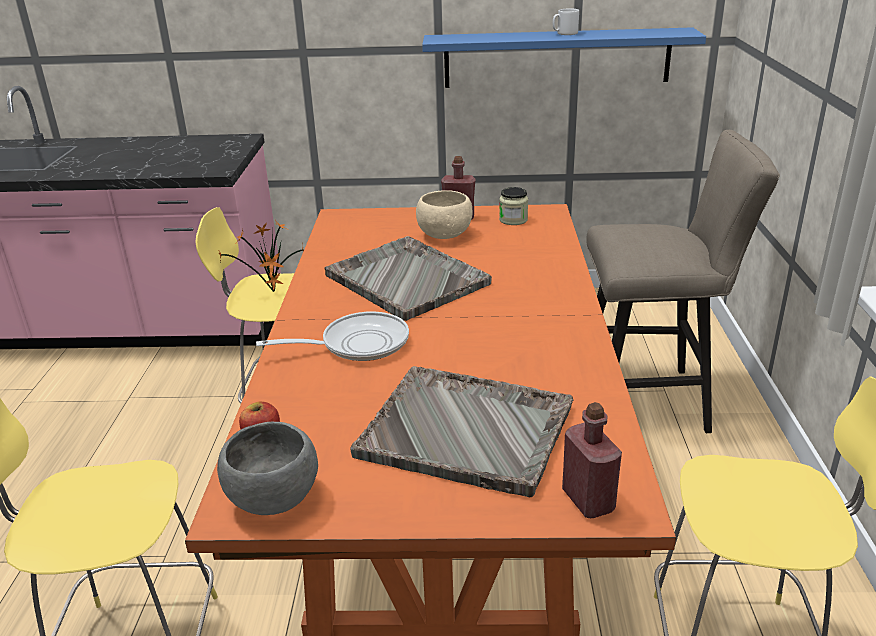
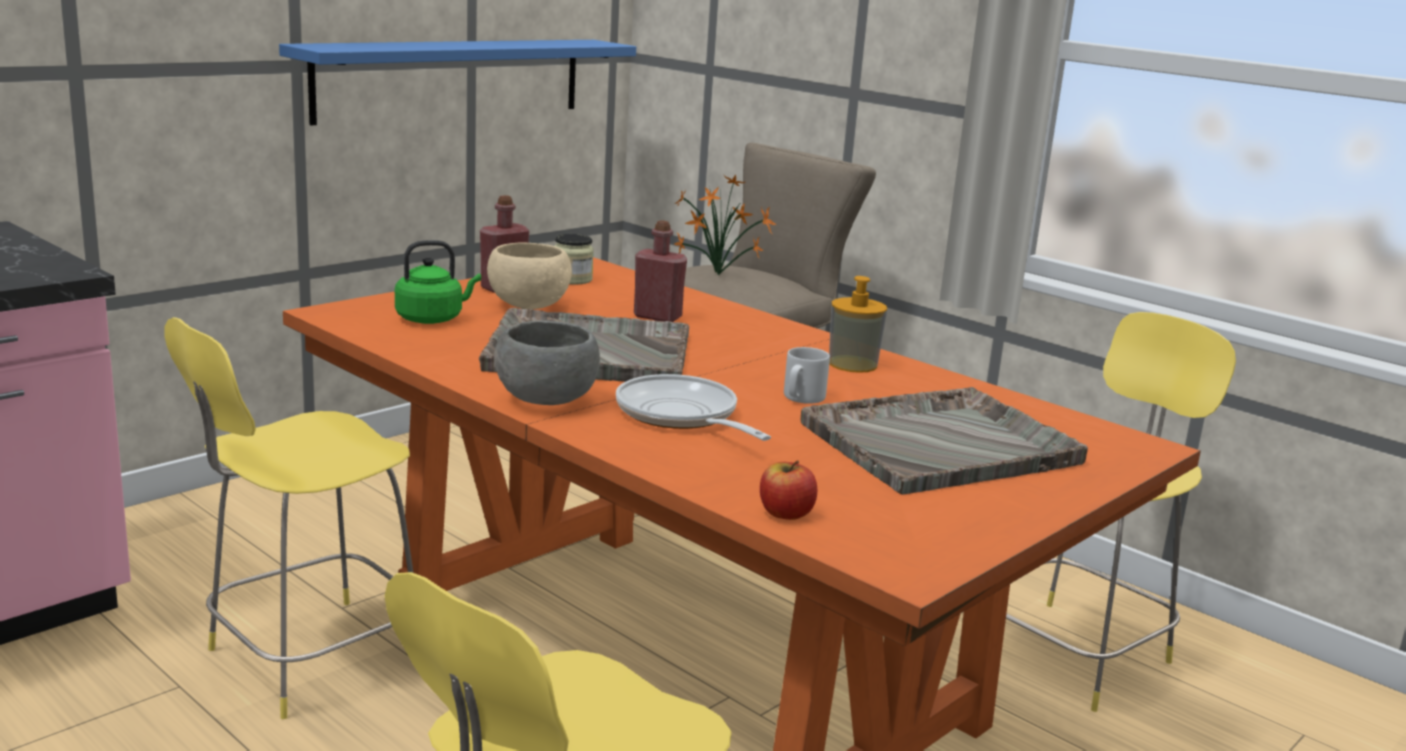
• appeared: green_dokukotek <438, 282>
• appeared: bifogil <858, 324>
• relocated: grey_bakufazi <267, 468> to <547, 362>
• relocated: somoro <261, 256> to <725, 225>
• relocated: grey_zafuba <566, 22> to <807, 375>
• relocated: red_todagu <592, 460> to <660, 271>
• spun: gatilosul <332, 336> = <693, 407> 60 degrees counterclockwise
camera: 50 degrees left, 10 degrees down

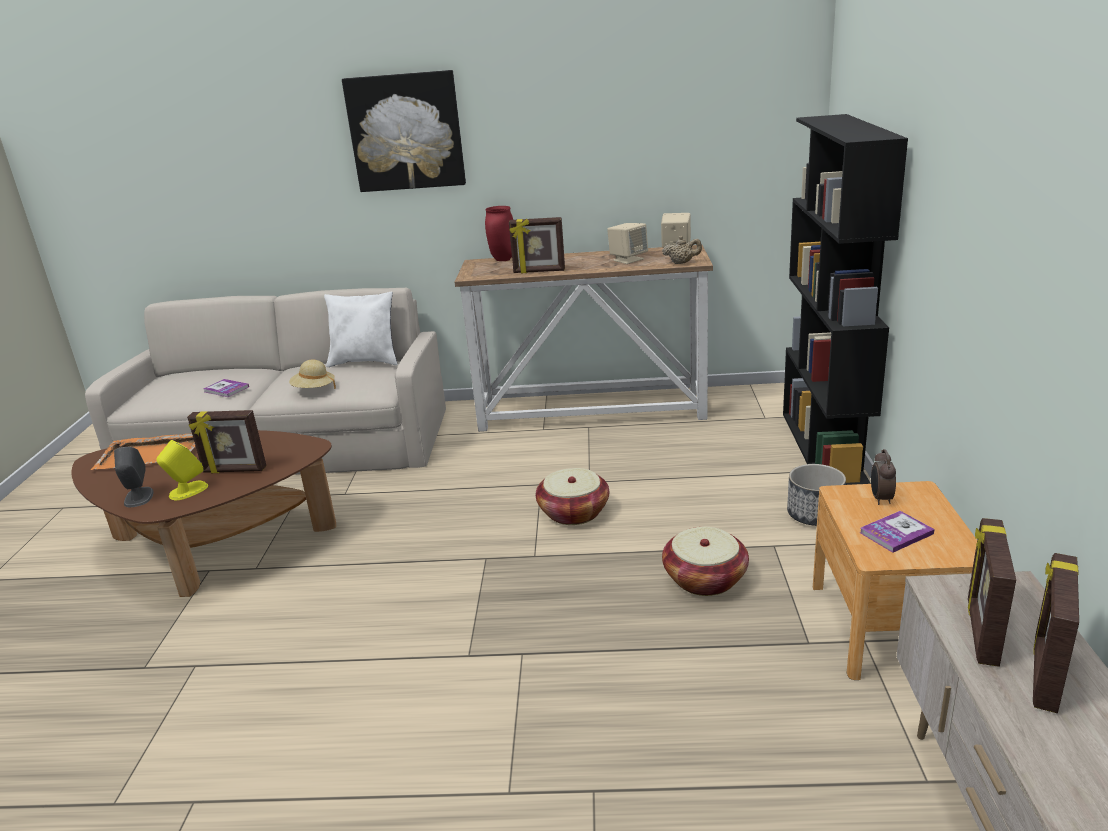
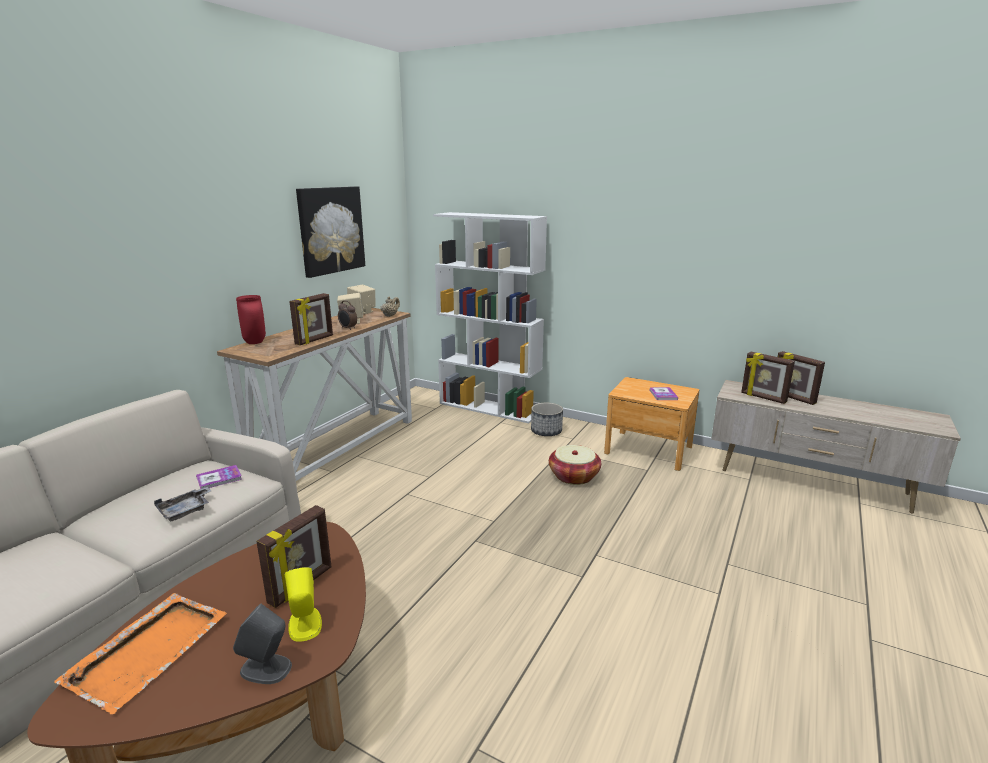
• missing: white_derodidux <361, 329>
• missing: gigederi <572, 496>
• relocated: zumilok <226, 388> to <219, 477>
• relocated: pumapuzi <404, 131> to <330, 232>
• relocated: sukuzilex <883, 477> to <347, 315>
• exchanged: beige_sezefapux <312, 374> to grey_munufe <182, 504>
• colour: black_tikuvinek <845, 299> to white_tikuvinek <490, 317>
camera: 65 degrees left, 5 degrees down

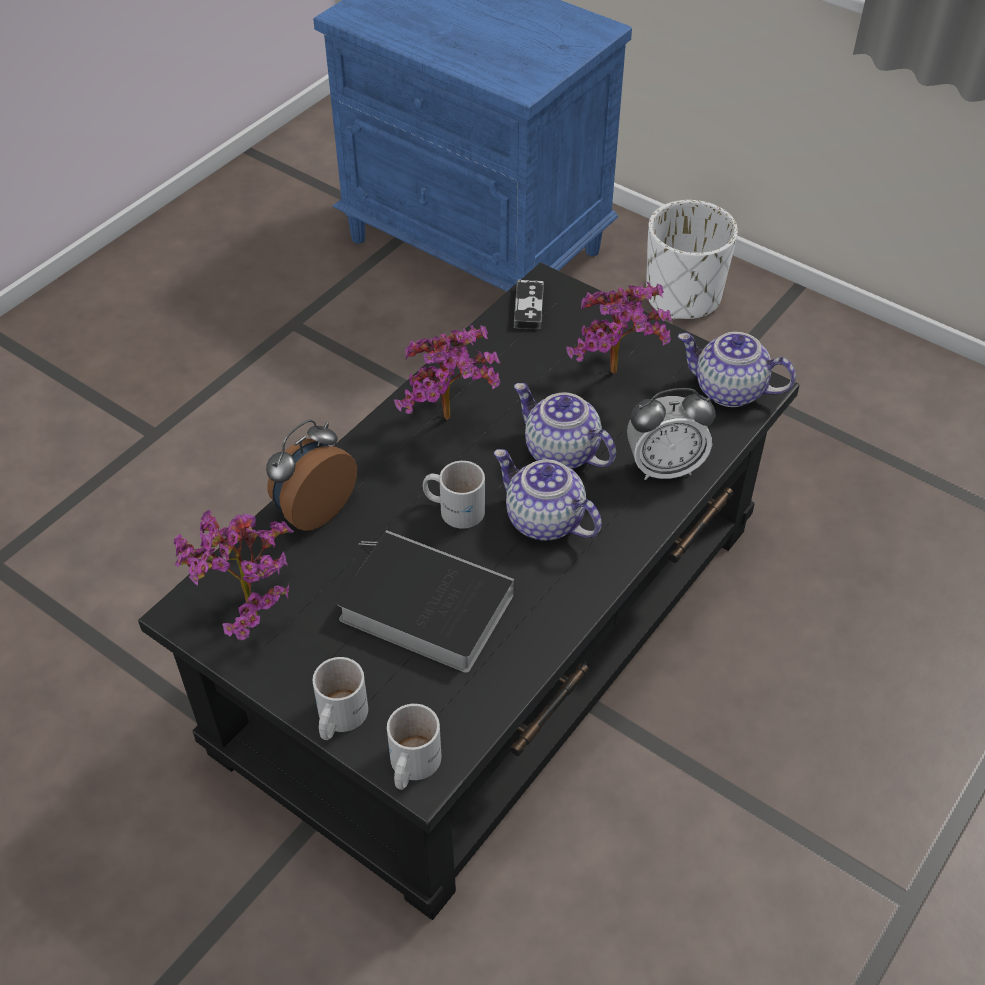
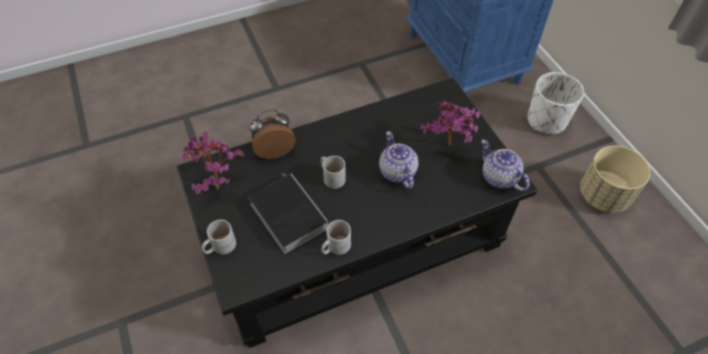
• missing: somoro <447, 372>
• missing: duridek <548, 495>
• missing: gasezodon <529, 304>
• missing: sukuzilex <671, 434>
• appeared: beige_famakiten <615, 179>
• relocated: white_zafuba <414, 747> to <336, 237>
camera: 30 degrees right, 5 degrees up

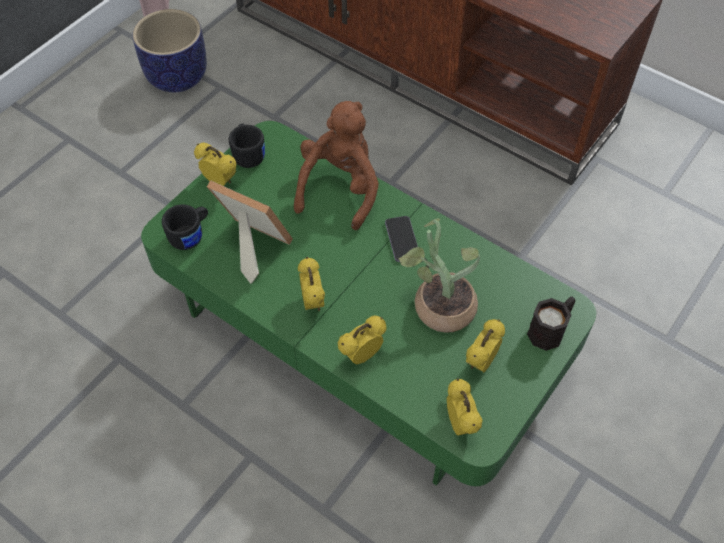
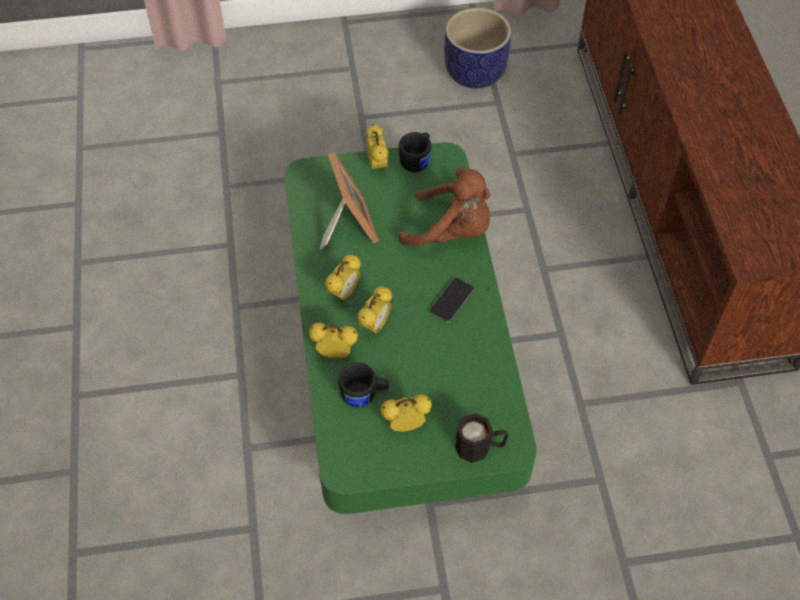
• missing: somoro <438, 275>
• relocated: black_zafuba <185, 227> to <363, 384>
• relocated: sukuzilex <465, 406> to <374, 310>
• spun: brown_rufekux <336, 165> = <445, 207> 45 degrees clockwise
camera: 45 degrees right, 0 degrees up

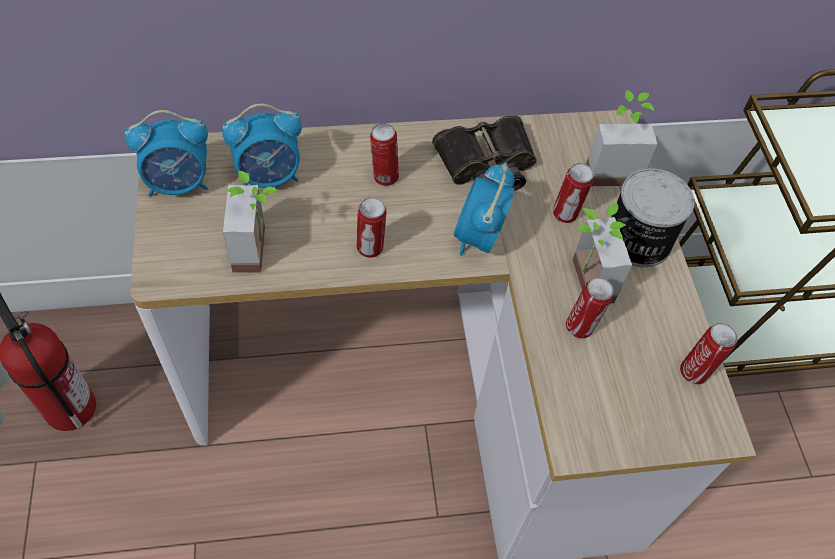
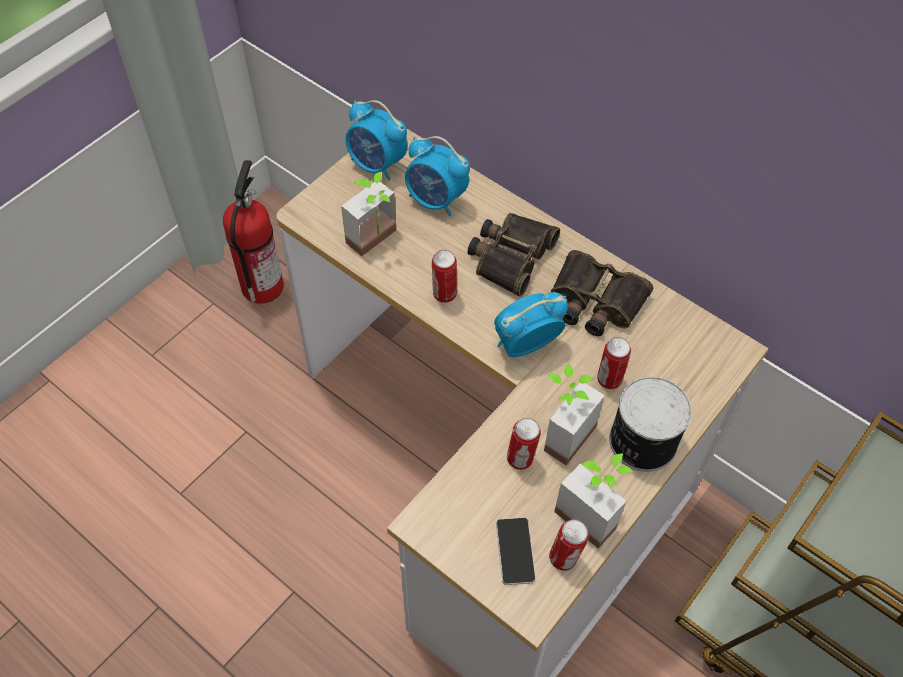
• appeared: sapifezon <516, 551>
• relocated: somoro <621, 138> to <594, 500>
• exchanged: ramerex <384, 154> to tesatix <514, 255>
camera: 50 degrees right, 0 degrees up

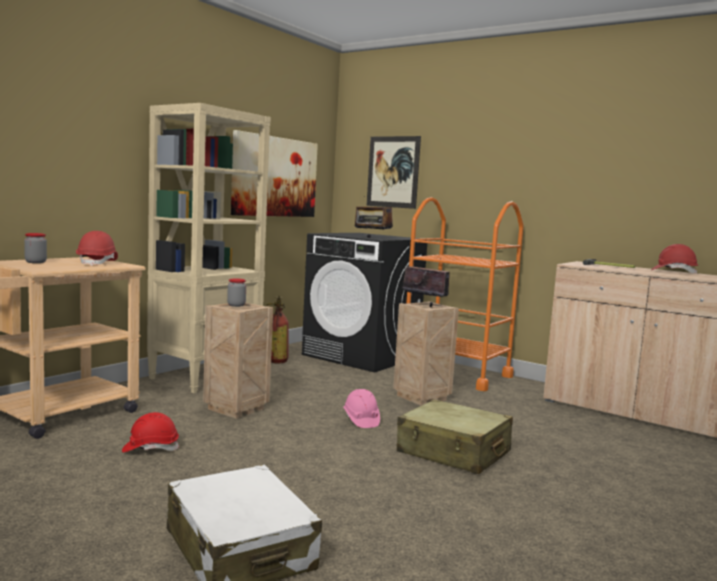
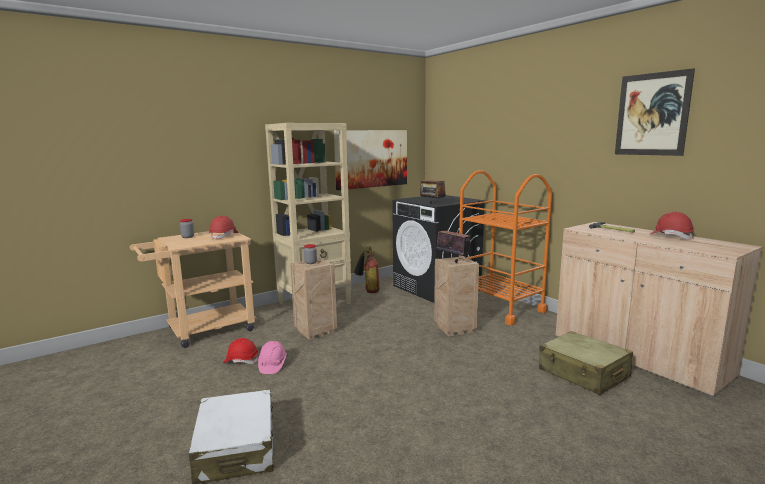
• relocated: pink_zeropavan <361, 408> to <272, 357>
• relocated: pumapuzi <394, 172> to <655, 112>
• relocated: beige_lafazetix <455, 436> to <586, 363>
camera: 20 degrees right, 5 degrees up

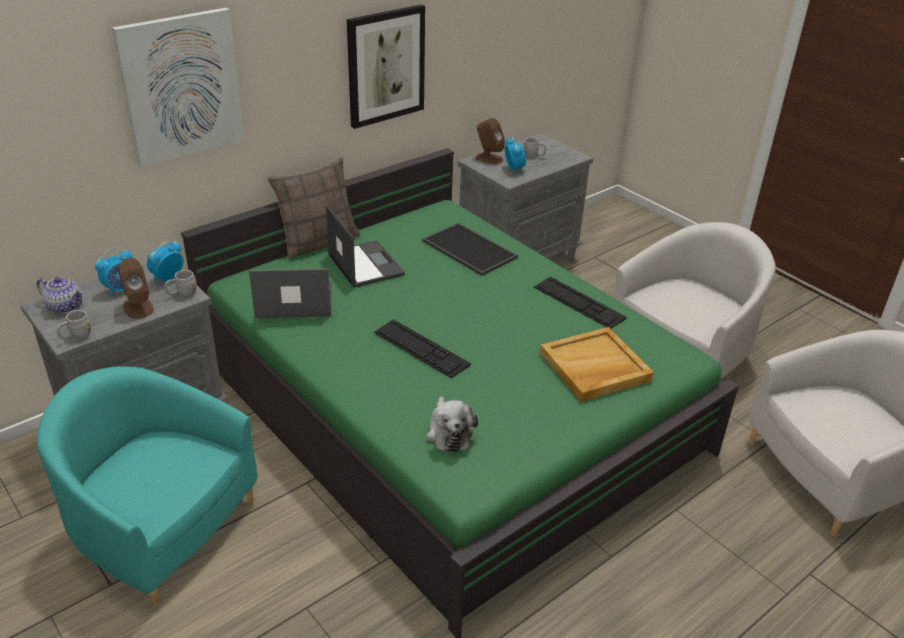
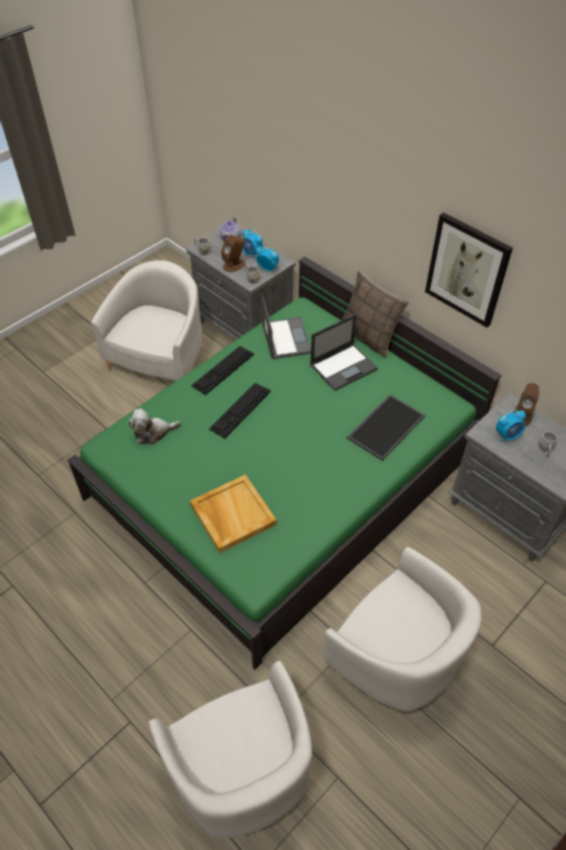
• missing: pumapuzi <178, 87>
• relocated: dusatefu <580, 303> to <222, 370>
• colour: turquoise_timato <147, 487> to white_timato <146, 320>
camera: 85 degrees right, 15 degrees up

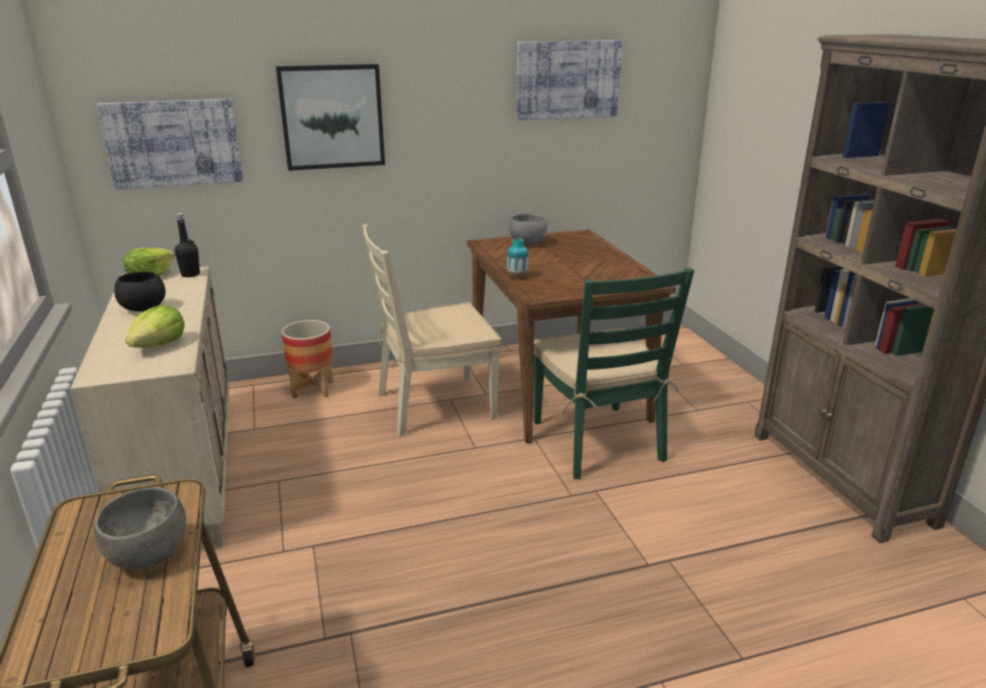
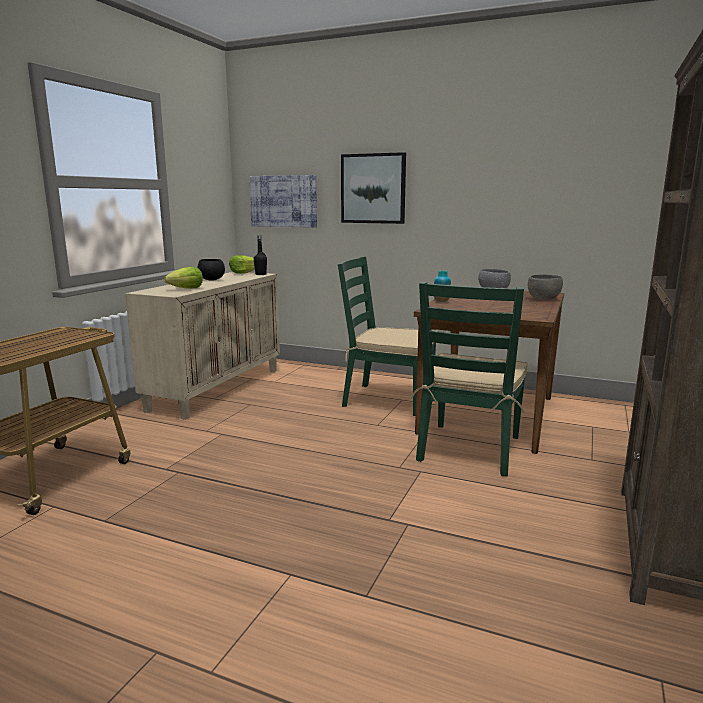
• missing: famakiten <307, 359>
• missing: pumapuzi <569, 80>
• relocated: grey_bakufazi <140, 528> to <545, 287>
• colour: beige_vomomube <431, 330> to green_vomomube <388, 336>
camera: 40 degrees right, 10 degrees down

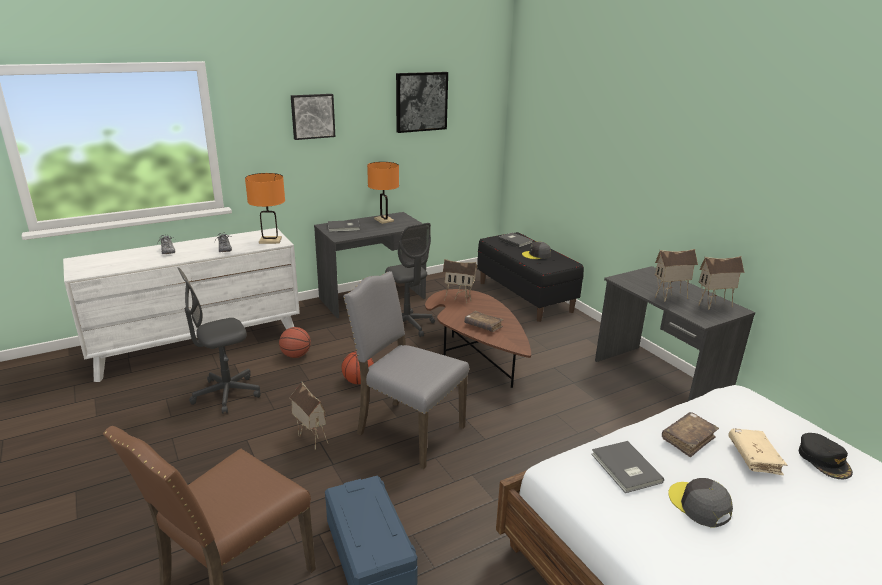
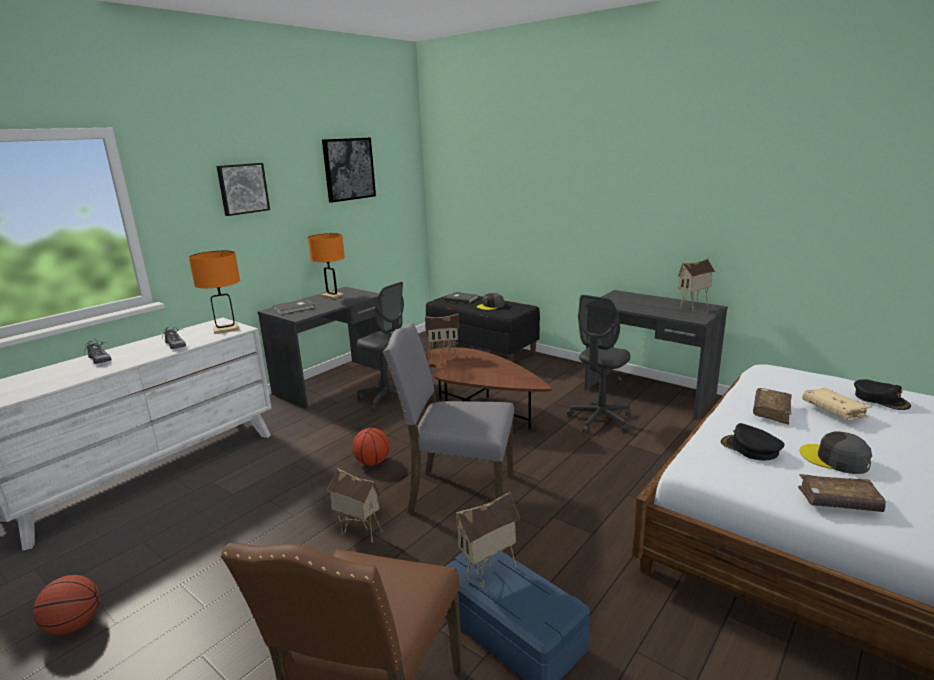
• relocated: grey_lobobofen <219, 340> to <599, 364>
• relocated: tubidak <295, 342> to <66, 605>
• relocated: brown_zumilok <484, 321> to <842, 493>
• relocated: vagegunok <676, 275> to <487, 540>
• exchanged: grey_zumilok <627, 467> to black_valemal <752, 441>
camera: 20 degrees left, 5 degrees down

